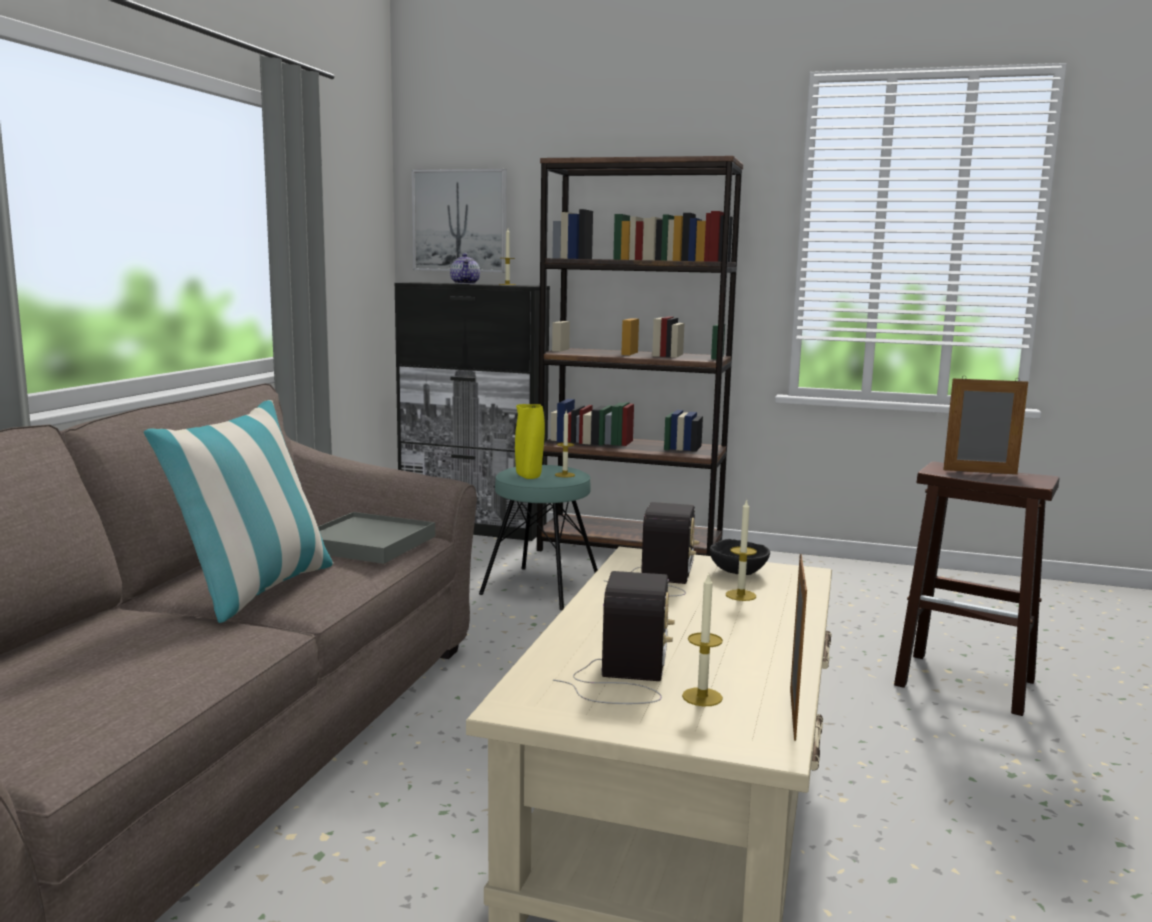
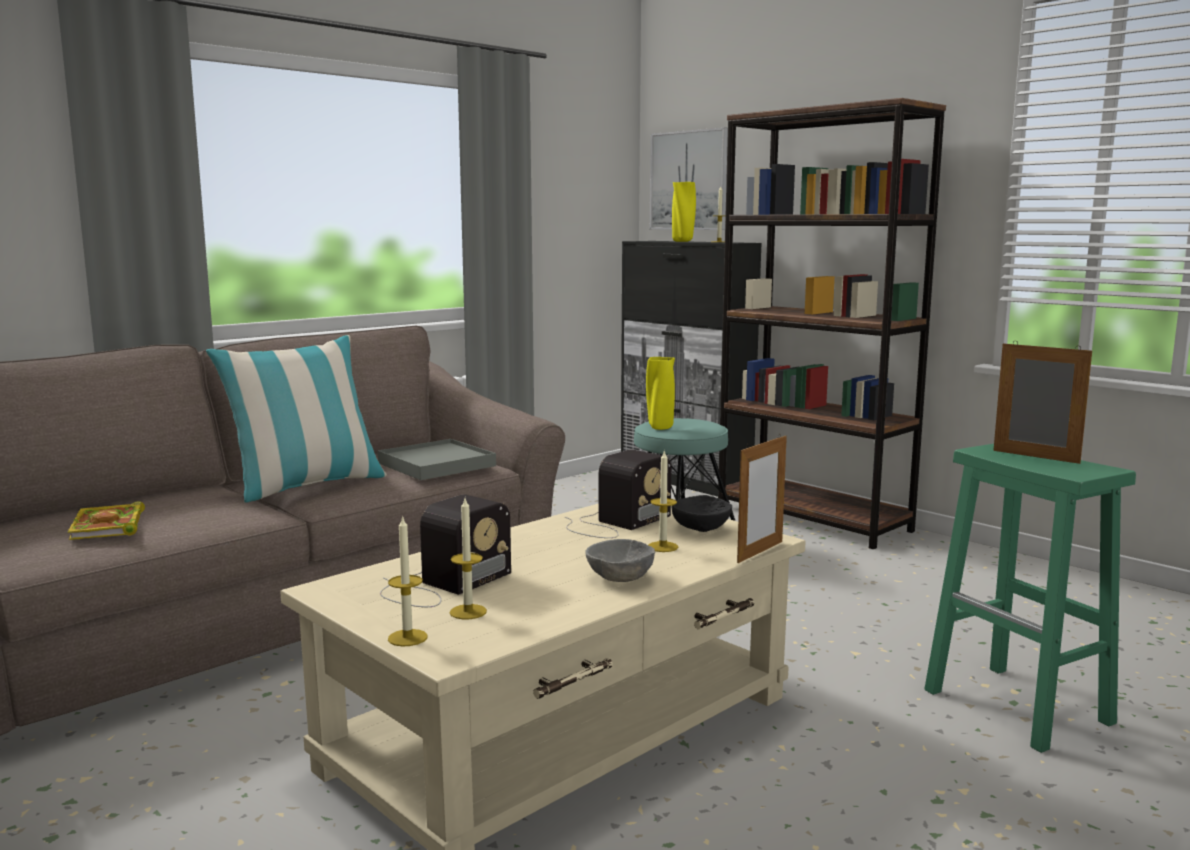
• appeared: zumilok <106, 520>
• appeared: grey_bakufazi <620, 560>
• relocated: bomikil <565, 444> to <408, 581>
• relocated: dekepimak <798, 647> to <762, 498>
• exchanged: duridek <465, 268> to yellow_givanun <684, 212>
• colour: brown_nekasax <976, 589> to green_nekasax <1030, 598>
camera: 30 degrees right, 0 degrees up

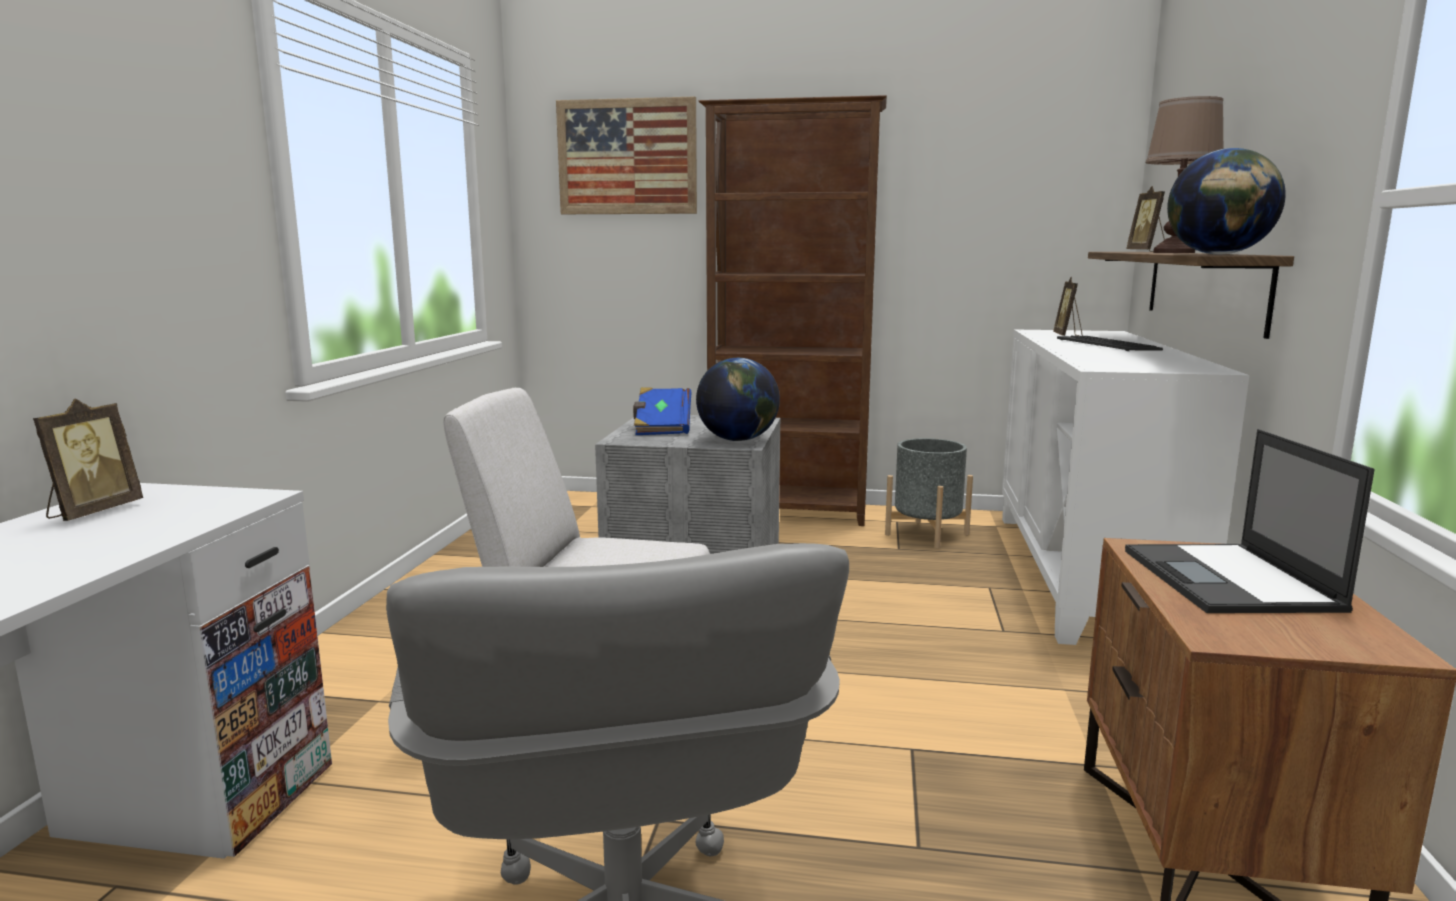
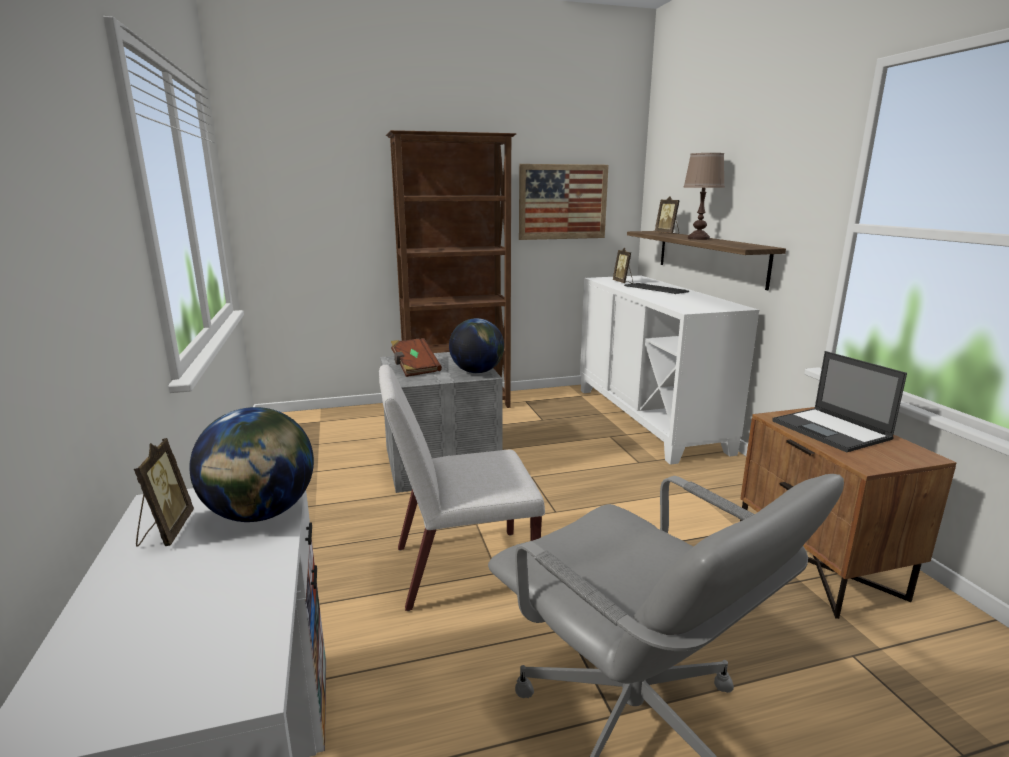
• missing: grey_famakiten <929, 493>
• relocated: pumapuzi <626, 155> to <564, 202>
• relocated: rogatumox <1226, 201> to <251, 464>
• colour: blue_zumilok <662, 411> to brown_zumilok <416, 357>
camera: 25 degrees left, 5 degrees up

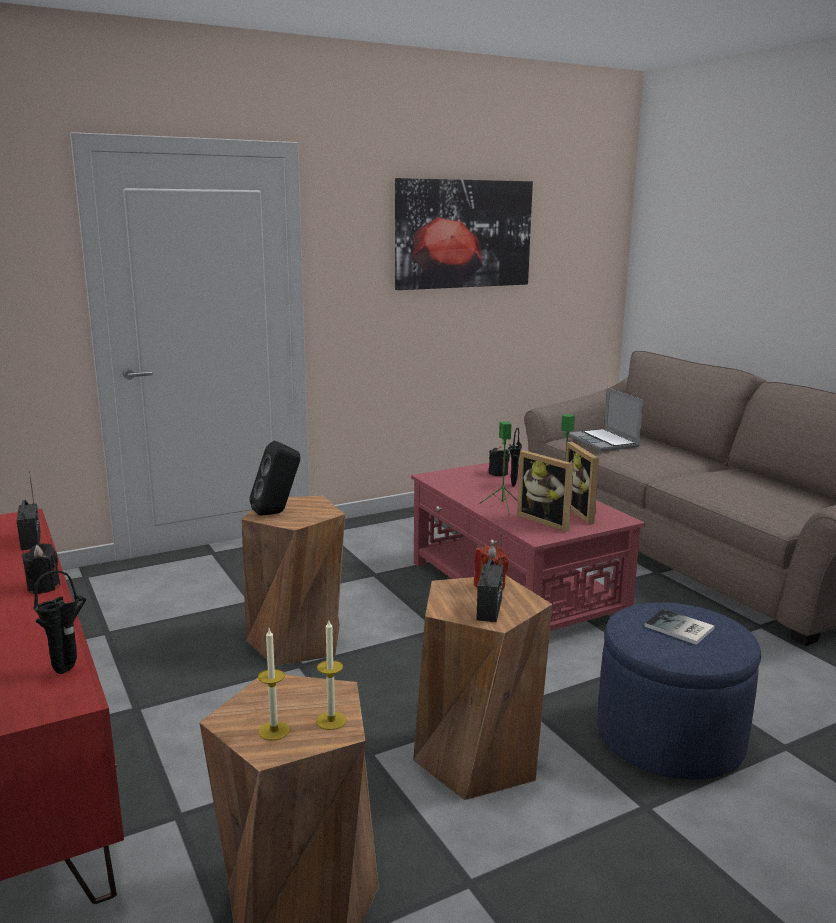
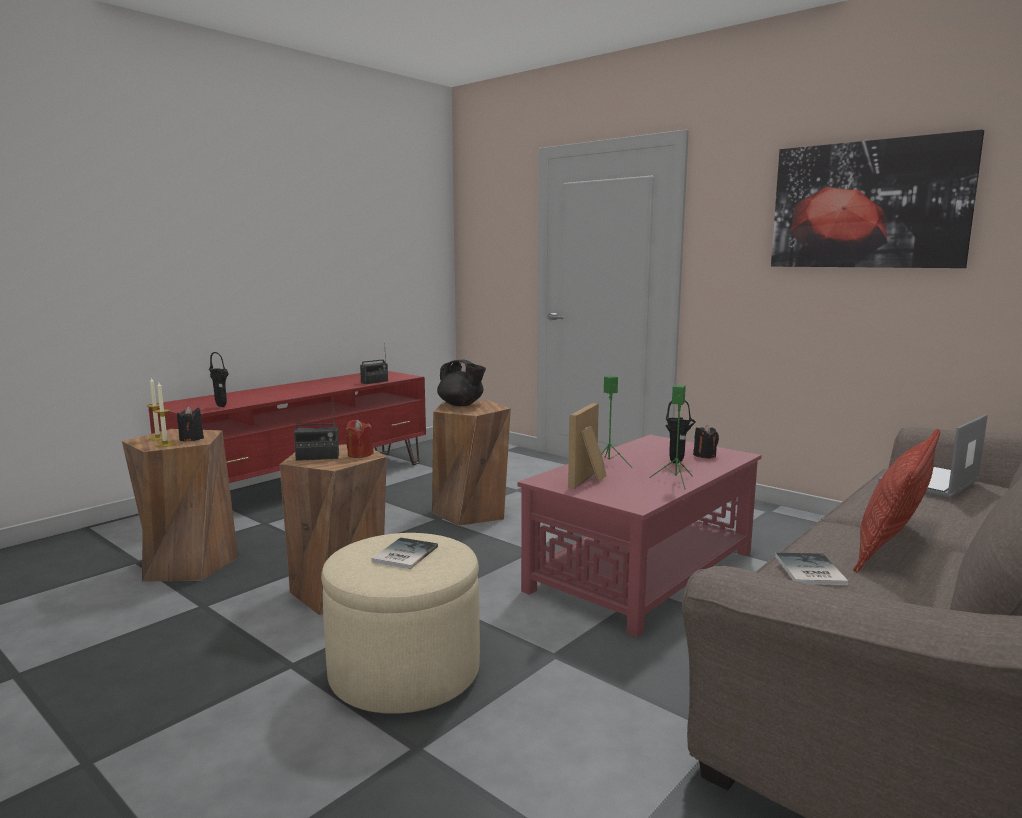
• missing: dekepimak <582, 483>
• appeared: zumilok <812, 569>
• appeared: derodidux <896, 500>
• relocated: black_bomikil <41, 568> to <190, 424>
• exchanged: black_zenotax <274, 478> to black_duridek <461, 383>
• colour: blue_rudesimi <679, 691> to beige_rudesimi <400, 623>
camera: 70 degrees right, 5 degrees down

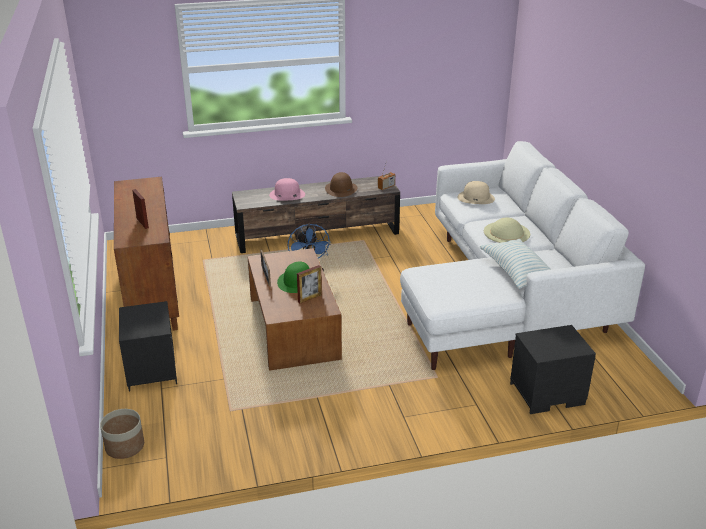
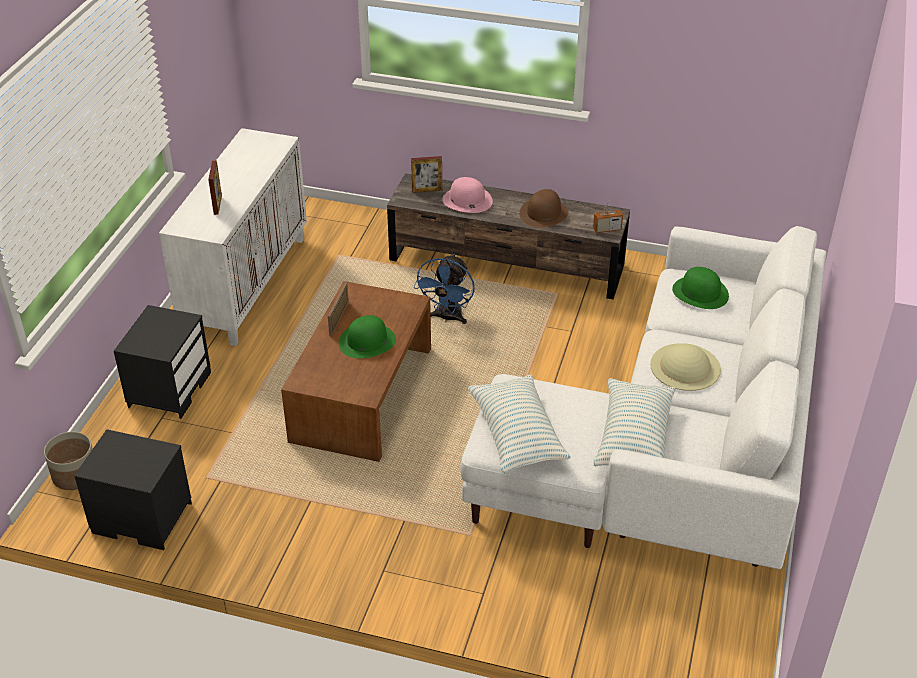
• appeared: derodidux <519, 424>
• relocated: dekepimak <309, 284> to <426, 174>
• relocated: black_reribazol <553, 369> to <133, 489>
• colour: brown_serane <146, 254> to white_serane <233, 237>
• colour: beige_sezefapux <476, 192> to green_sezefapux <700, 288>
camera: 30 degrees right, 10 degrees up

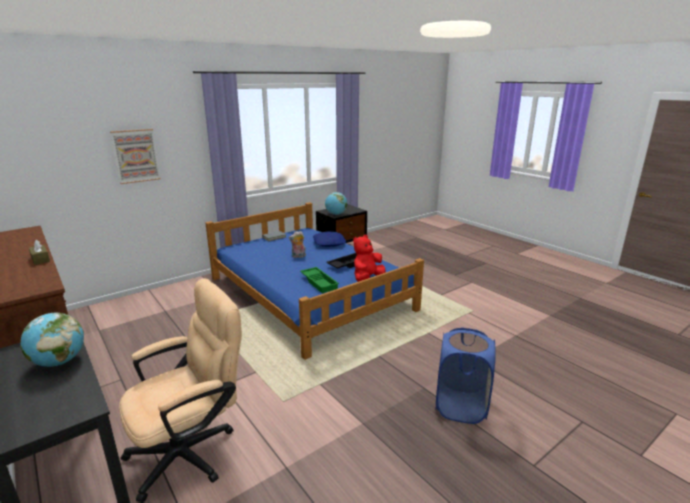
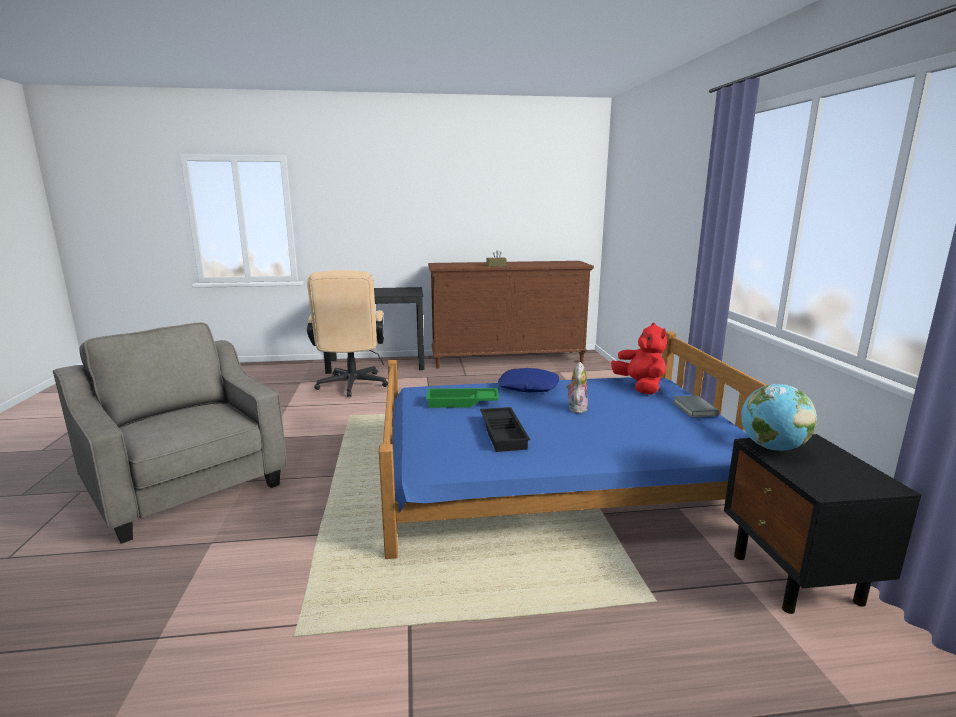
• missing: rogatumox <52, 340>
• missing: pumapuzi <135, 156>
• relocated: blue_derodidux <329, 239> to <528, 380>
• relocated: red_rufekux <369, 258> to <639, 359>
• exchanged: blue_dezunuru <465, 376> to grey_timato <170, 433>
camera: 120 degrees right, 5 degrees down

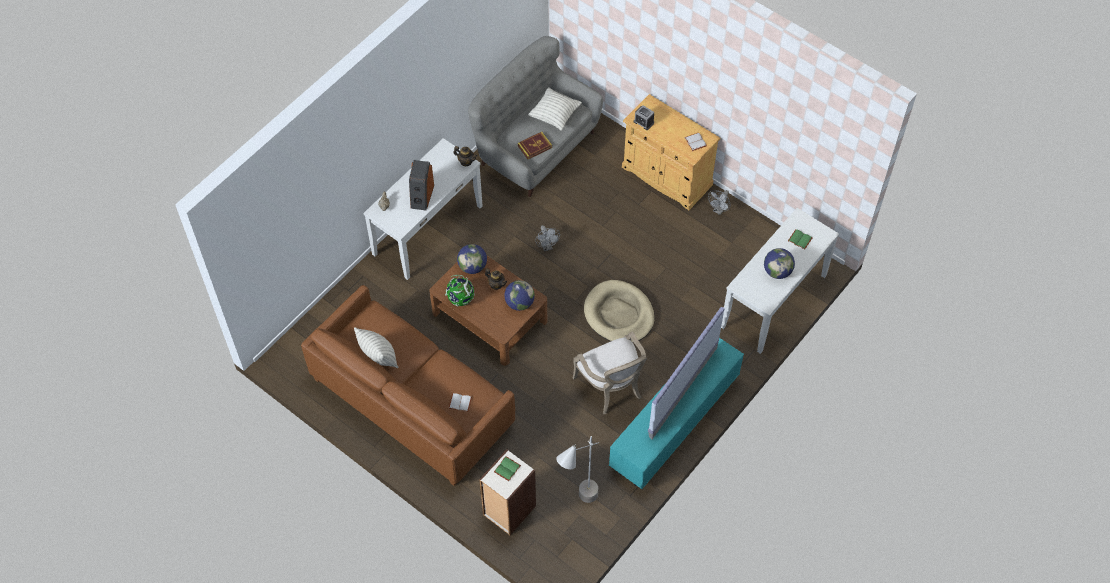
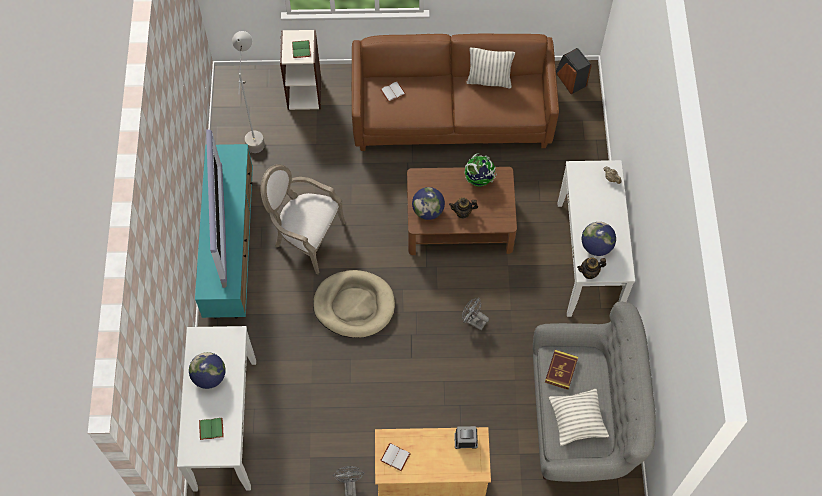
• relocated: zenotax <421, 185> to <574, 71>
• relocated: rogatumox <472, 259> to <599, 239>
camera: 140 degrees right, 5 degrees up

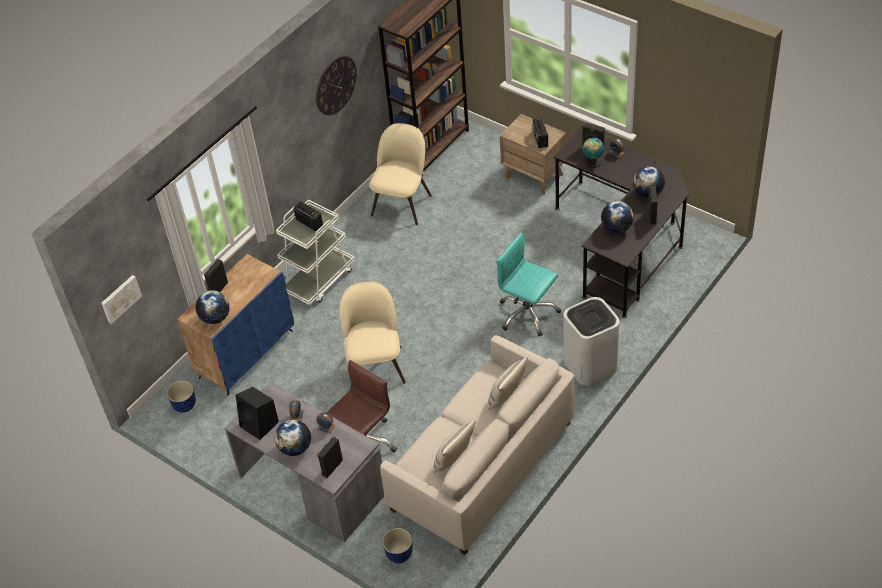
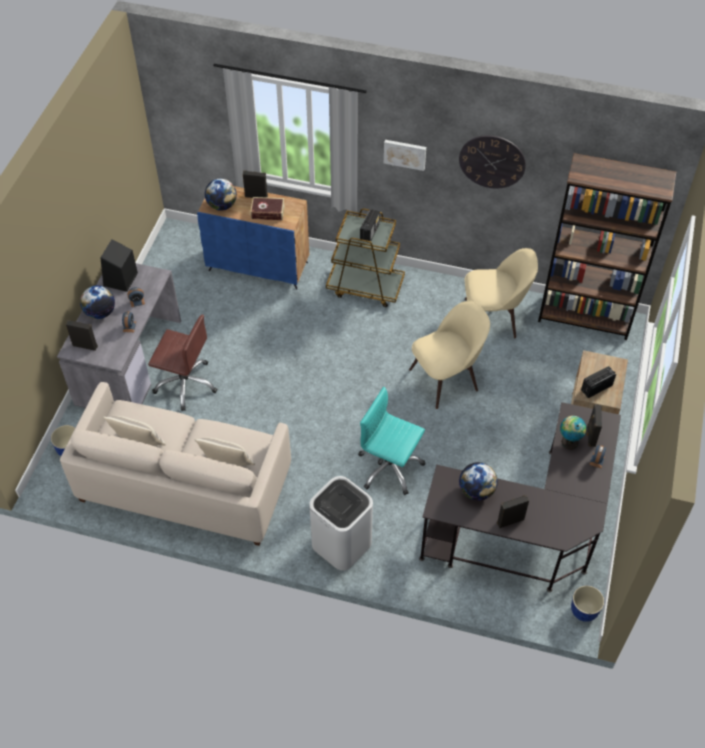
• missing: rogatumox <649, 182>
• appeared: zumilok <267, 209>
• relocated: pumapuzi <121, 299> to <405, 155>
• relocated: famakiten <181, 396> to <587, 603>
• relocated: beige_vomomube <373, 335> to <449, 355>
• colour: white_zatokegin <315, 252> to brown_zatokegin <365, 257>
• spun: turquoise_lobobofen <528, 284> = <391, 441> 75 degrees counterclockwise
camera: 65 degrees right, 5 degrees up

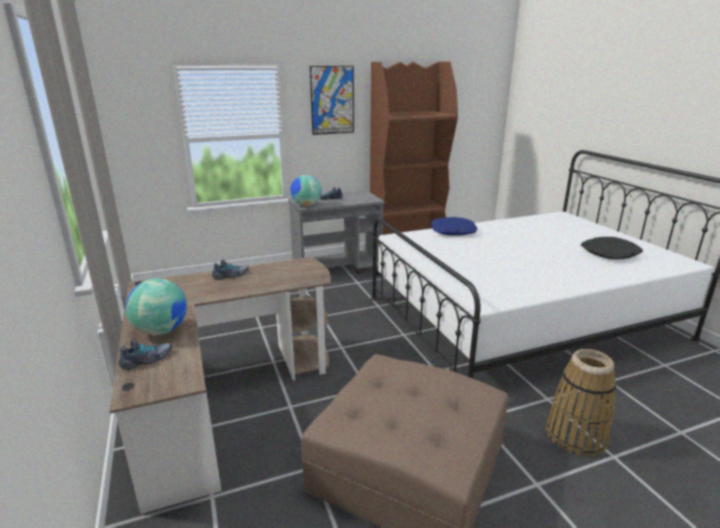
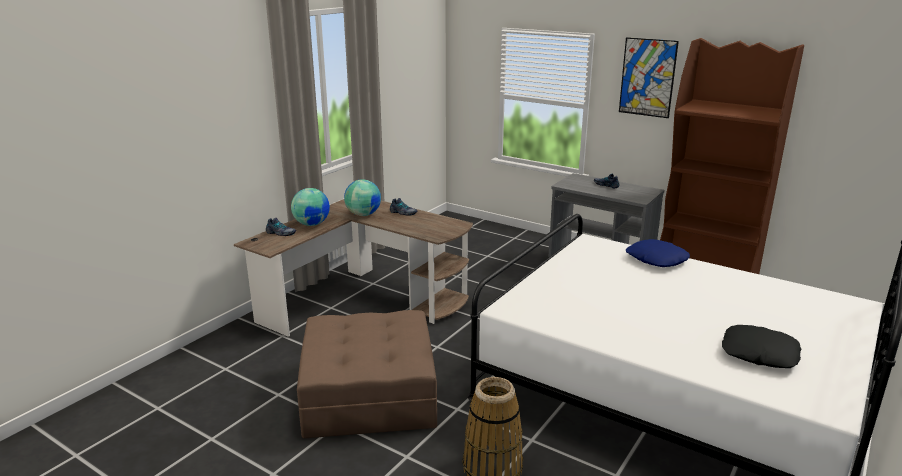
• relocated: rogatumox <306, 190> to <362, 197>
camera: 55 degrees right, 0 degrees up

